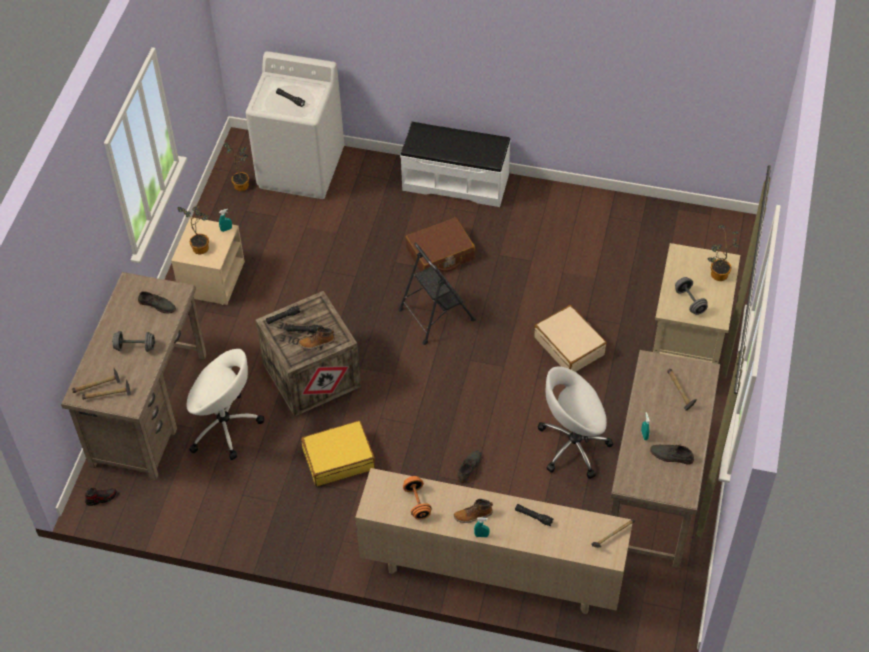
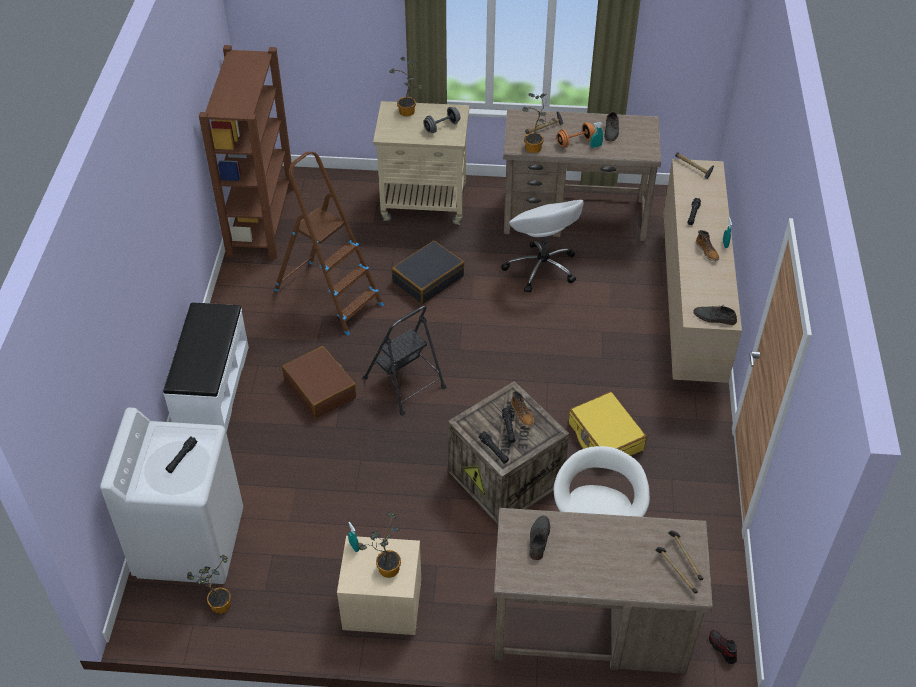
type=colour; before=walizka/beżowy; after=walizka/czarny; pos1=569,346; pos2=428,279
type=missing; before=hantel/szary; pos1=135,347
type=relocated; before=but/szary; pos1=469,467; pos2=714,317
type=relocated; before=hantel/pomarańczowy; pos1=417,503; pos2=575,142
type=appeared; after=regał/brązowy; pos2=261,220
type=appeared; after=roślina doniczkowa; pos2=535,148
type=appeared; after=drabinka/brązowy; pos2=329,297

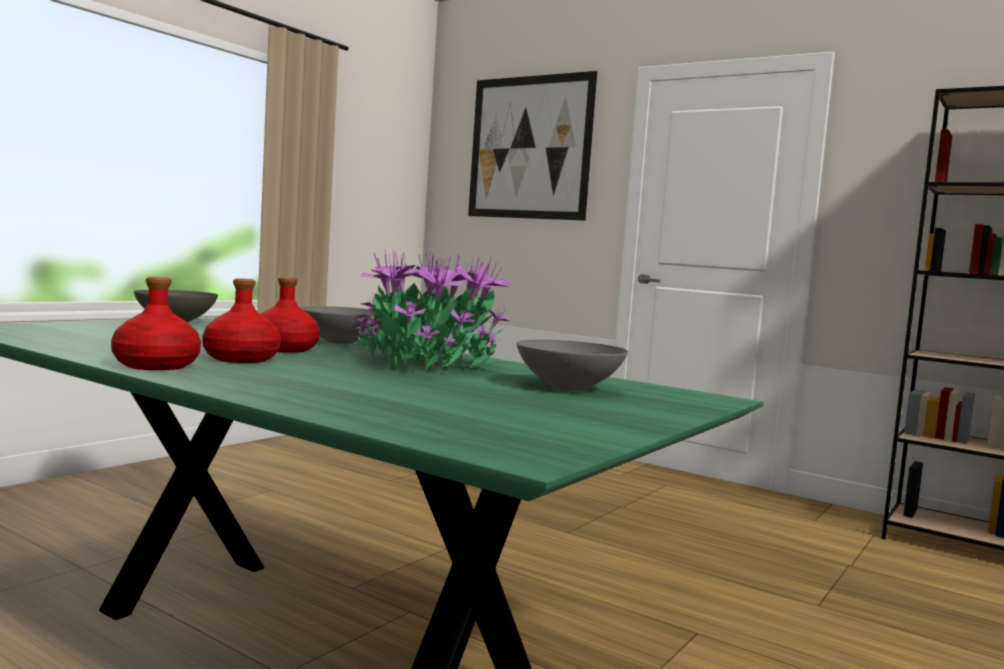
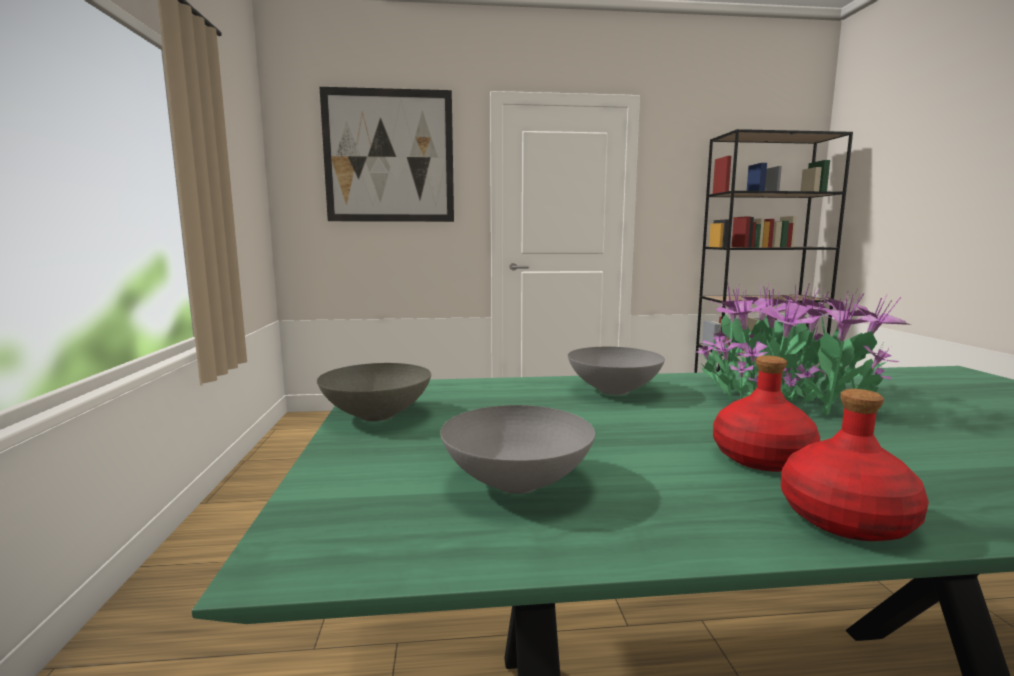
type=missing; before=butelka/czerwony; pos1=285,349
type=relocated; before=miska/szary; pos1=567,388; pos2=516,483

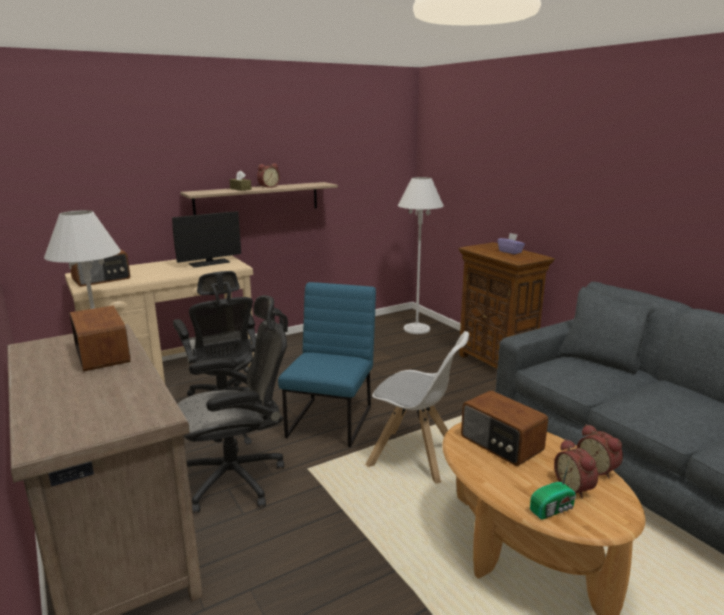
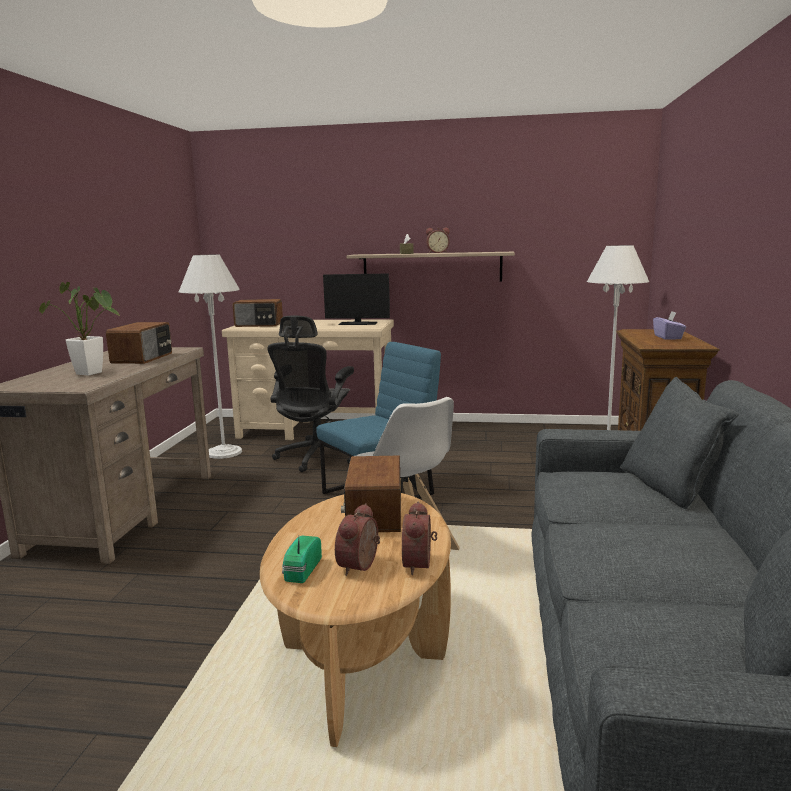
type=missing; before=krzesło biurowe; pos1=238,479
type=spun; before=radio; pos1=553,509; pos2=301,570; turn=90
type=appeared; after=roślina doniczkowa; pos2=93,374

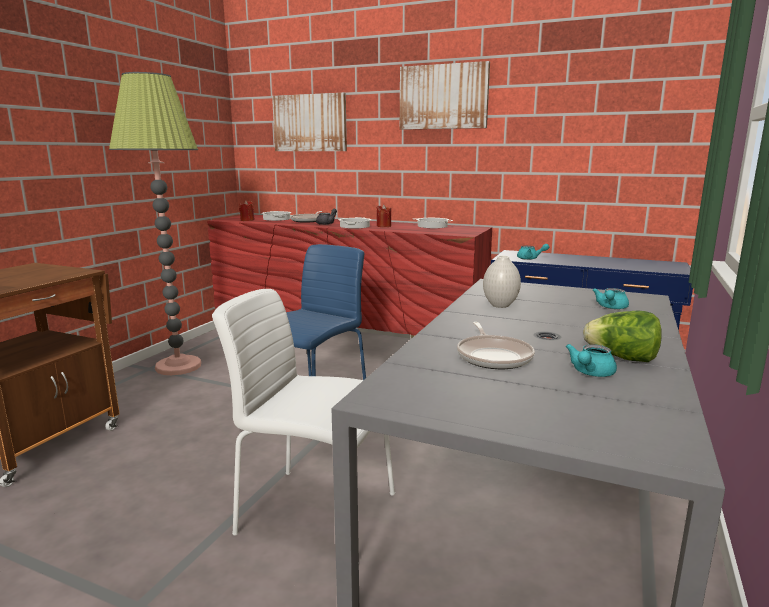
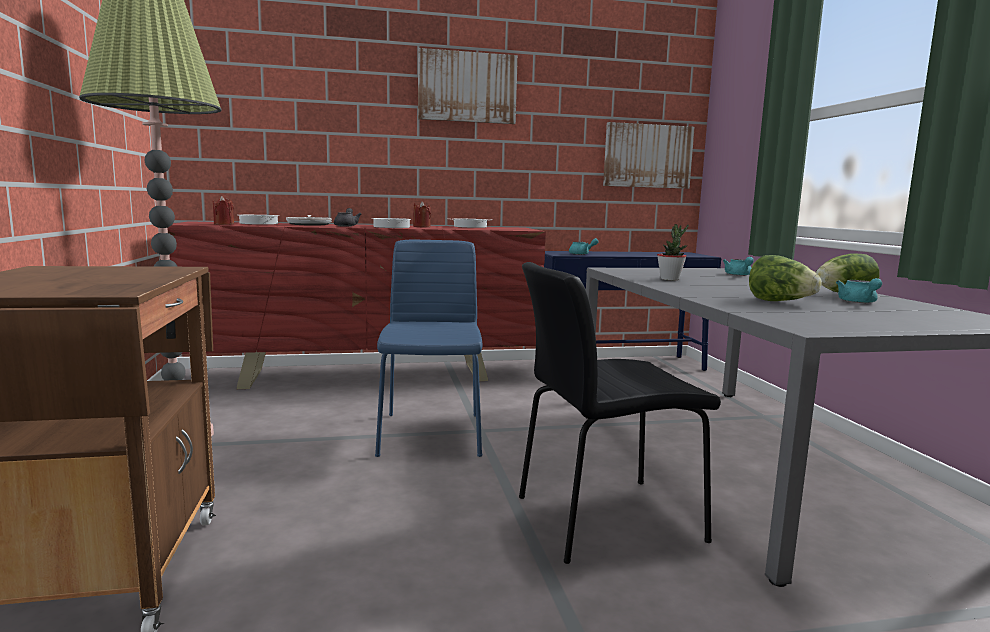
type=relocated; before=obraz; pos1=310,123; pos2=647,156
type=exchanged; before=wazon/biały; after=roślina doniczkowa; pos1=500,306; pos2=670,279
type=colour; before=krzesło/biały; after=krzesło/czarny; pos1=312,512; pos2=602,519
type=exchanged; before=patelnia; after=sałata; pos1=493,356; pos2=780,301

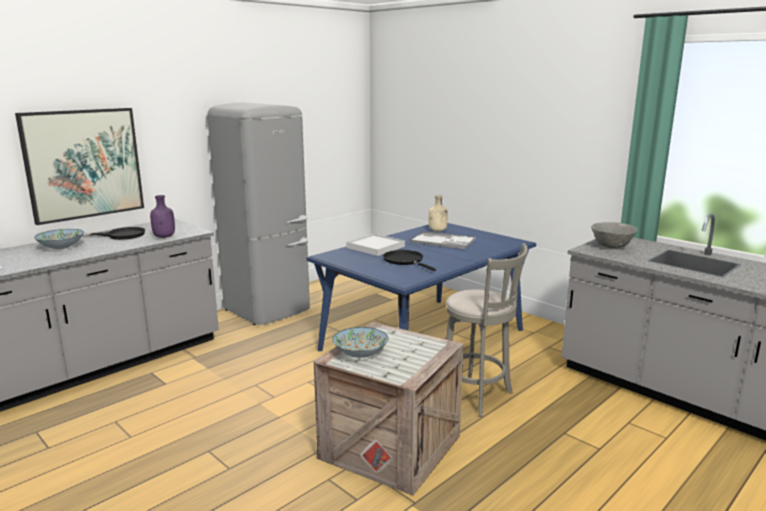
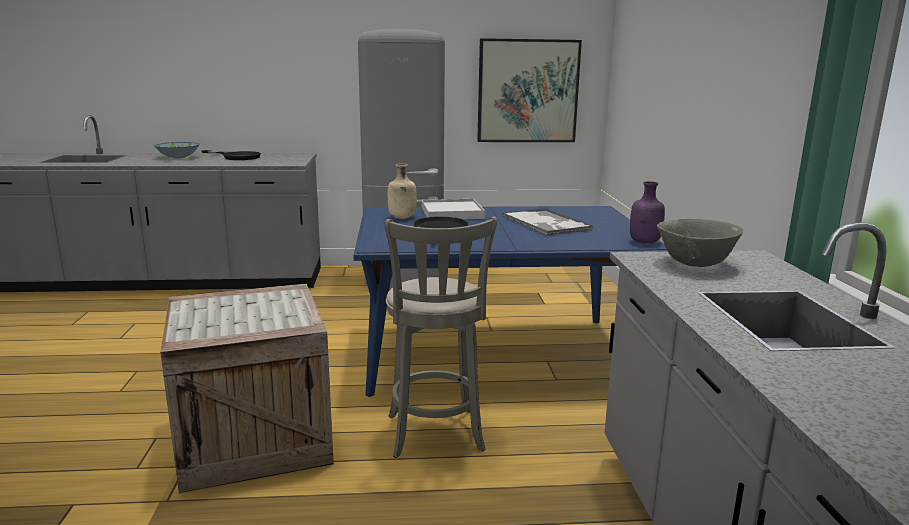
type=relocated; before=obraz; pos1=83,164; pos2=528,91
type=relocated; before=butelka/fioletowy; pos1=165,236; pos2=645,242
type=relocated; before=butelka/beżowy; pos1=438,231; pos2=402,218
type=missing; before=miska; pos1=360,354

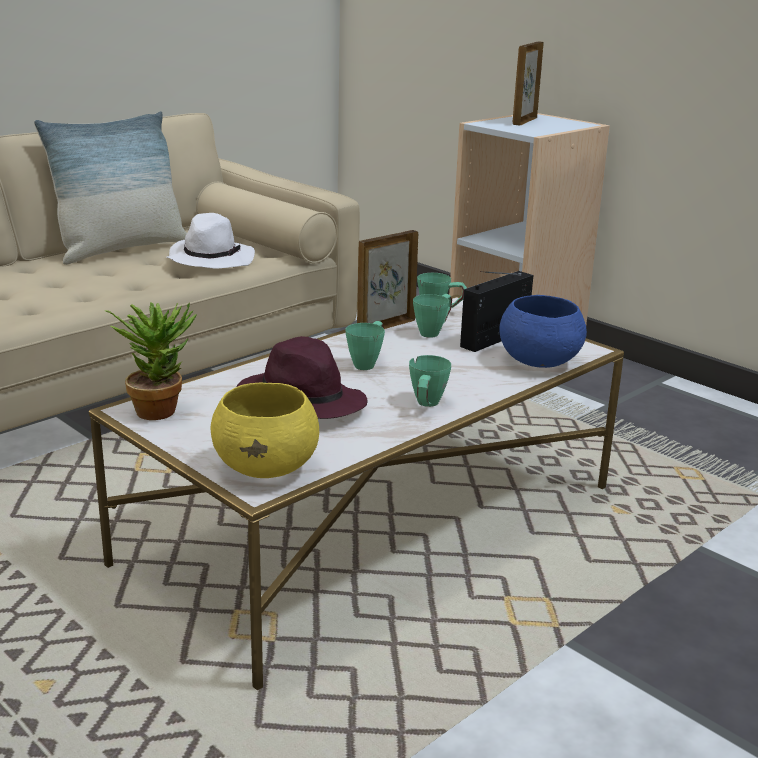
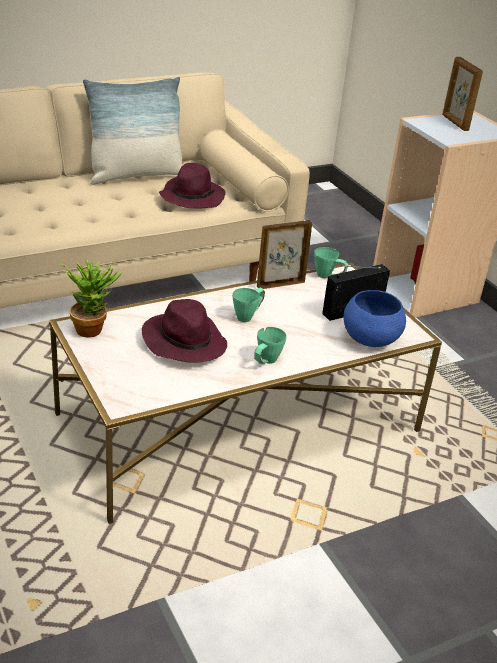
type=spun; before=ramka na zdjęcie; pos1=524,121; pos2=454,123; turn=-60
type=colour; before=kapelusz/biały; after=kapelusz/fioletowy; pos1=210,260; pos2=192,197
type=missing; before=kubek/zielony; pos1=434,331
type=missing; before=miska/żółty; pos1=267,468

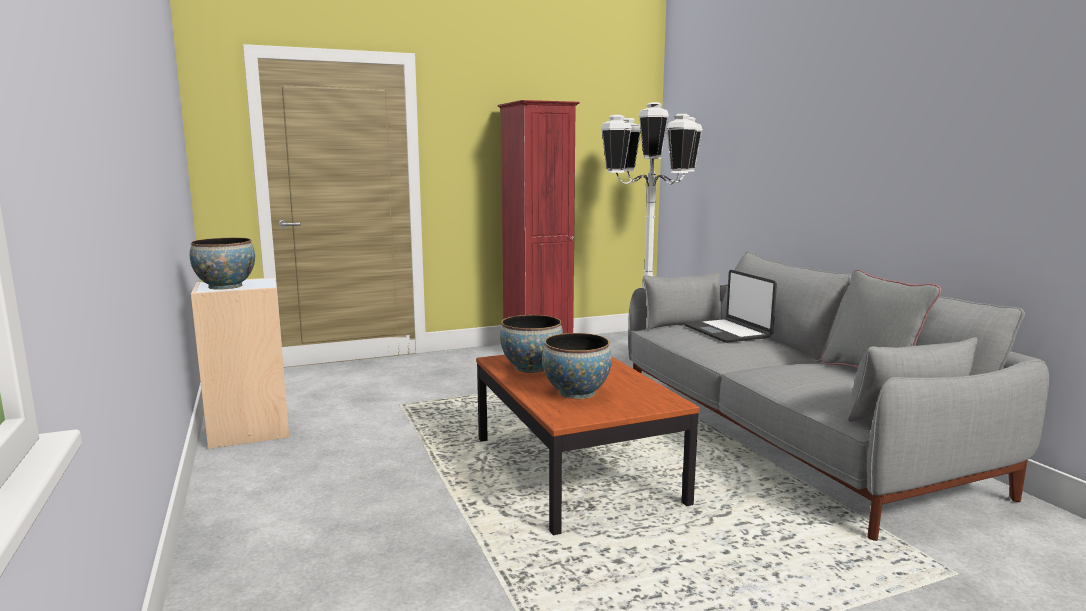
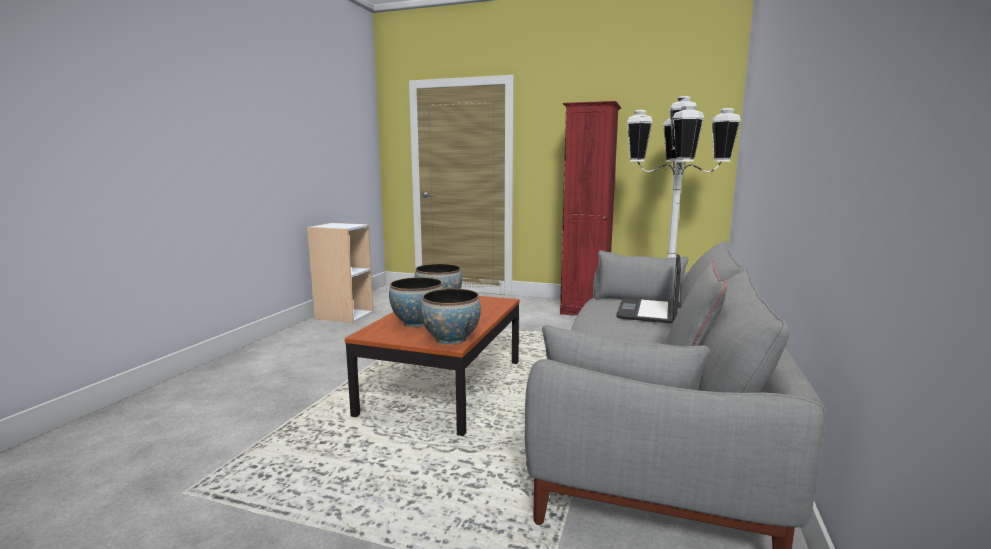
type=relocated; before=miska; pos1=225,286; pos2=451,339

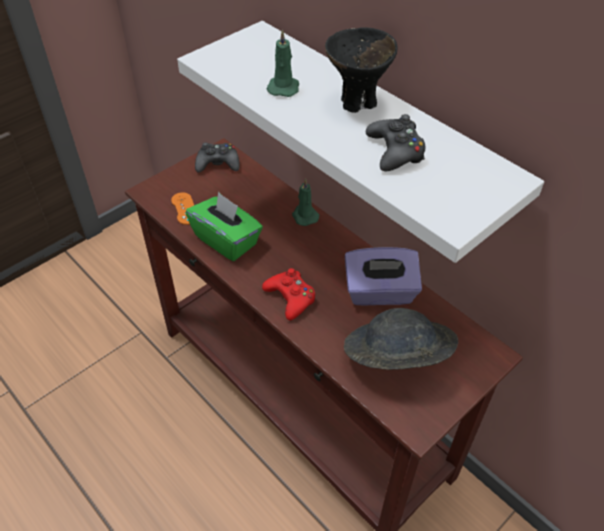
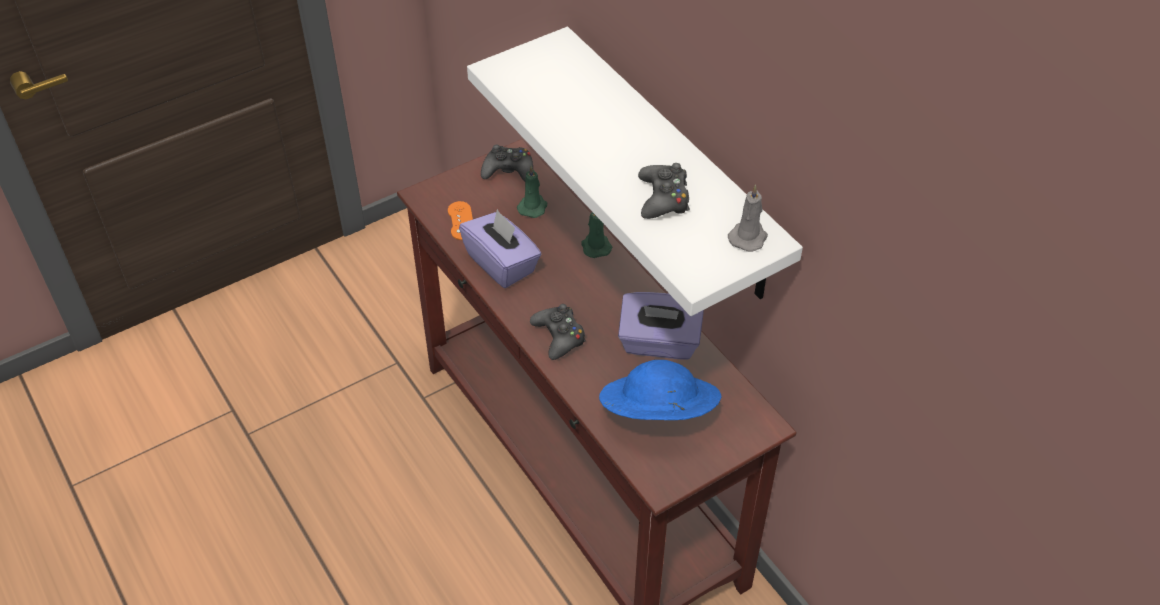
type=missing; before=miska/czarny; pos1=357,103
type=relocated; before=świeca/zielony; pos1=283,87; pos2=533,206
type=colour; before=pudełko chusteczek/zielony; after=pudełko chusteczek/fioletowy; pos1=227,240; pos2=502,263
type=colour; before=pad do gier/czerwony; after=pad do gier/czarny; pos1=291,298; pos2=559,336
type=colour; before=kapelusz/szary; after=kapelusz/niebieski; pos1=396,358; pos2=657,414
type=appeared; after=świeca/szary; pos2=748,237

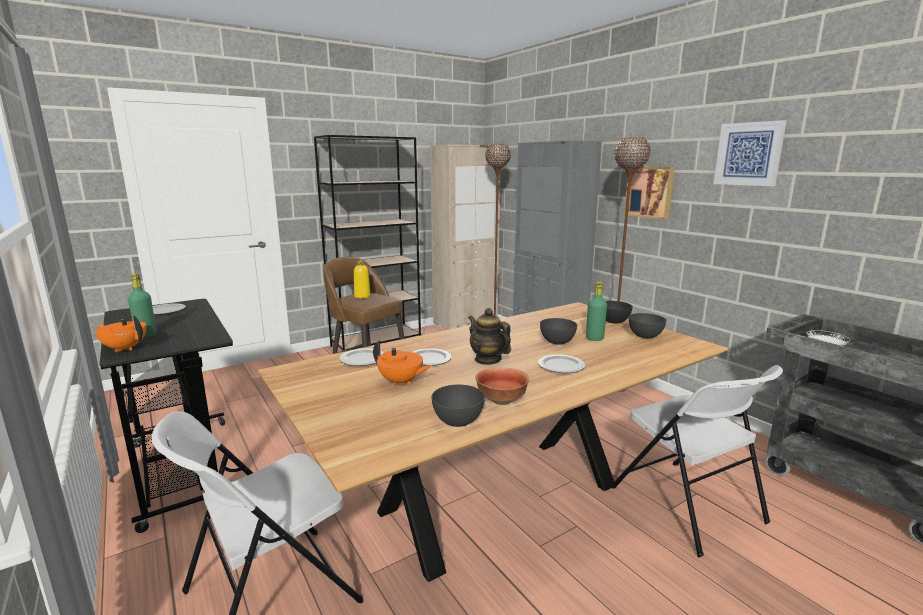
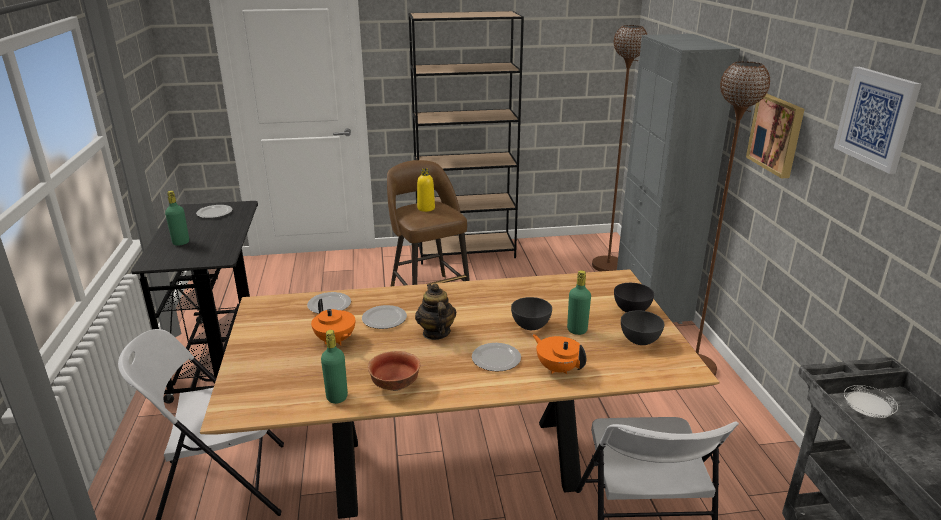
type=missing; before=szafka/beżowy; pos1=466,325
type=relocated; before=imbryk/pomarańczowy; pos1=125,348; pos2=558,368
type=exchanged; before=miska/szary; after=butelka/zielony; pos1=458,421; pos2=337,397

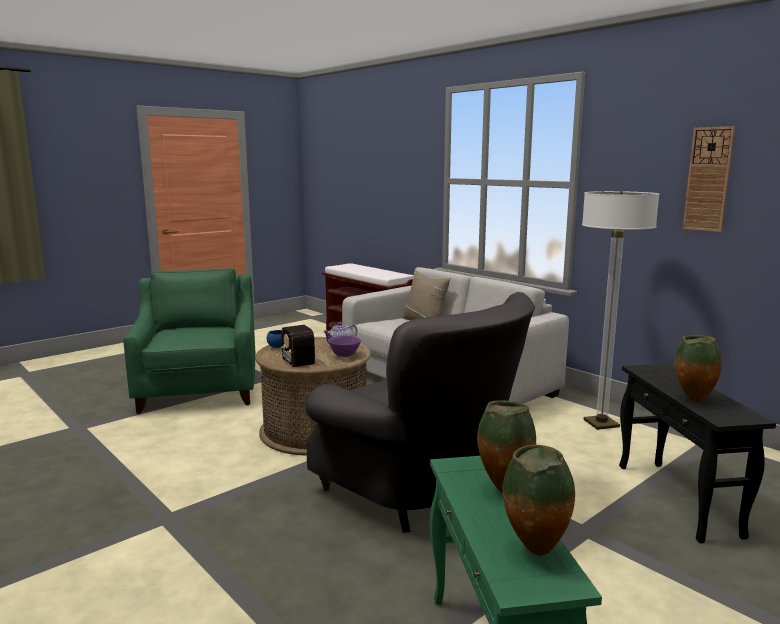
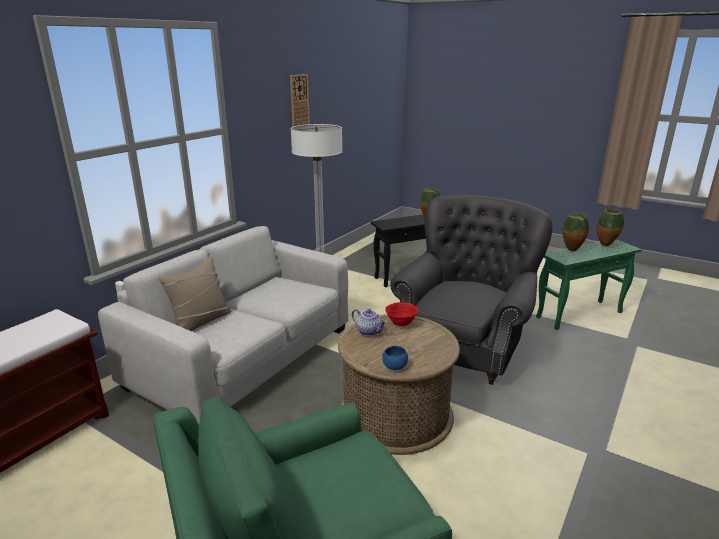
type=missing; before=radio; pos1=296,357
type=colour; before=miska/fioletowy; after=miska/czerwony; pos1=345,355; pos2=400,323

